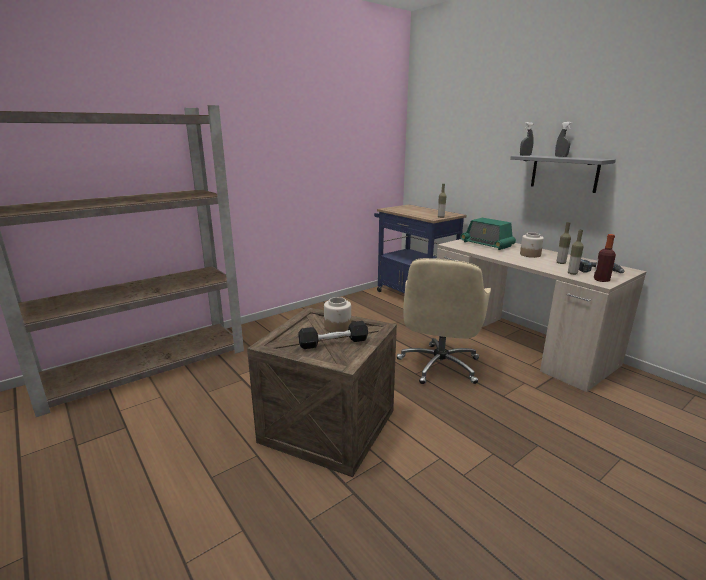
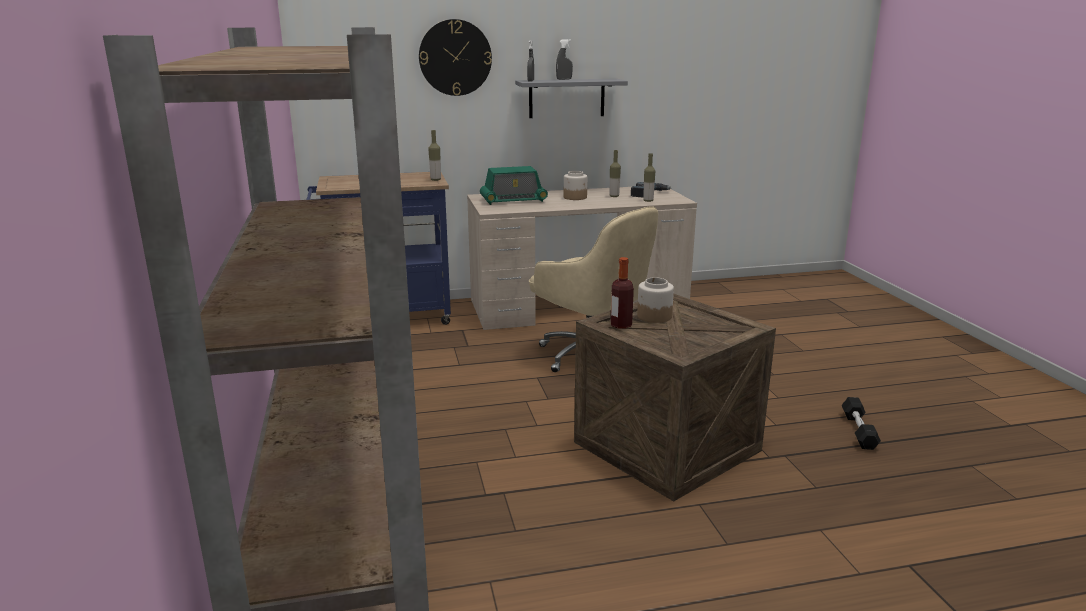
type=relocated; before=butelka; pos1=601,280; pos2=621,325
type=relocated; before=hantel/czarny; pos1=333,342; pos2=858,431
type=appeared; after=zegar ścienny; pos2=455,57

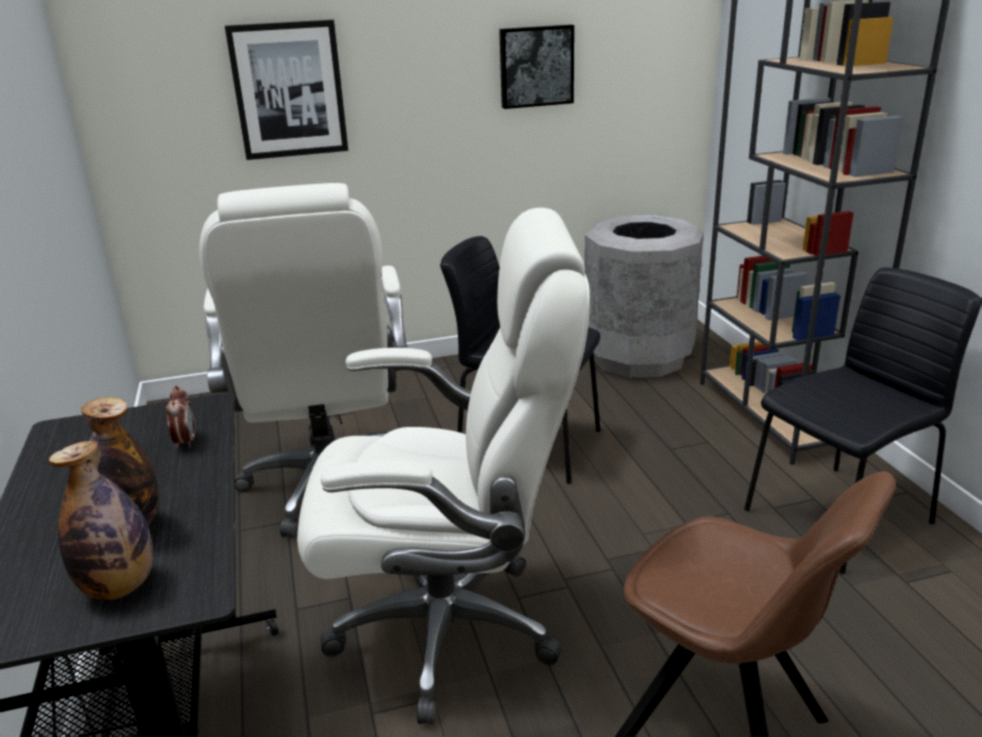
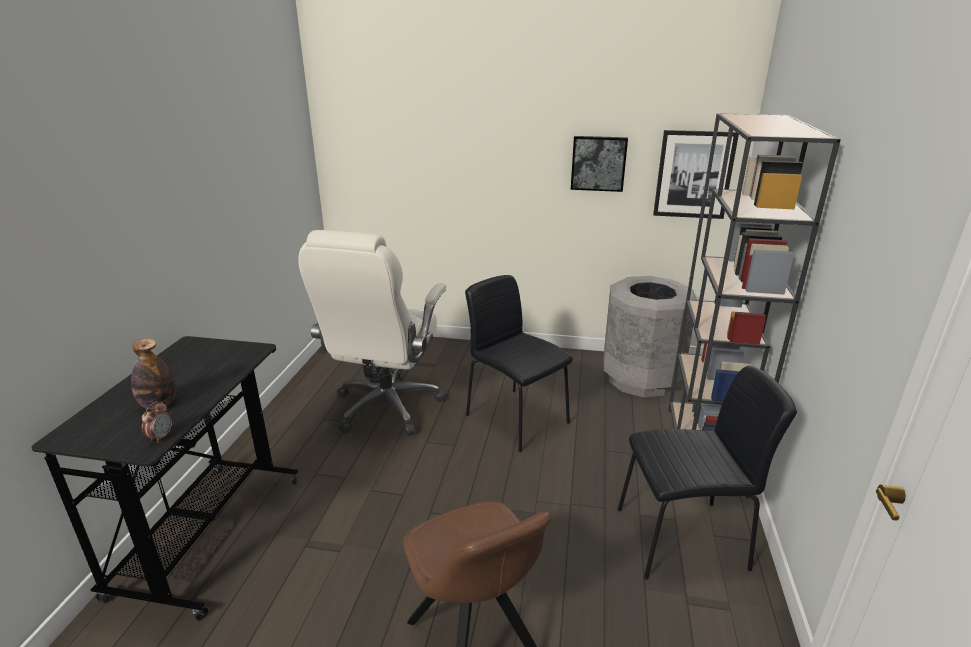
type=relocated; before=obraz; pos1=289,90; pos2=694,174
type=missing; before=krzesło biurowe/biały; pos1=450,629
type=relocated; before=budzik; pos1=185,441; pos2=161,437
type=missing; before=butelka; pos1=119,586

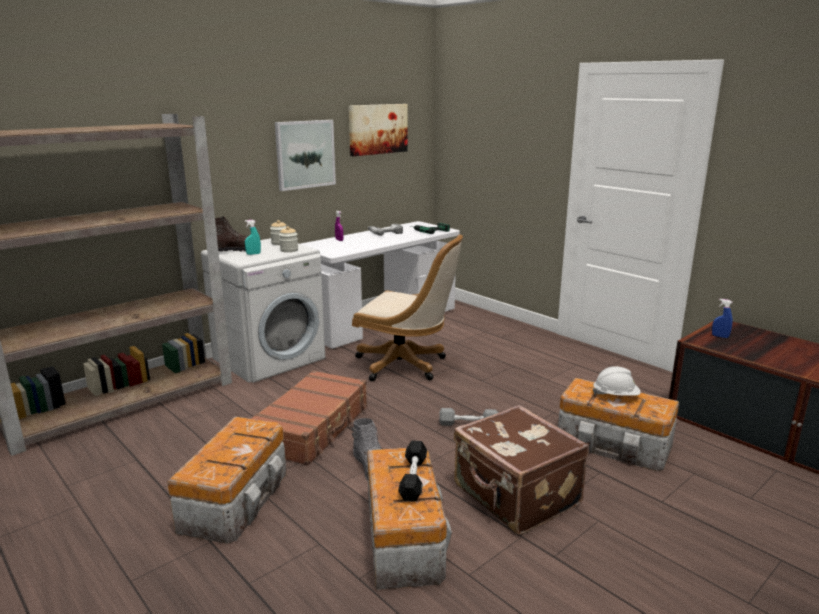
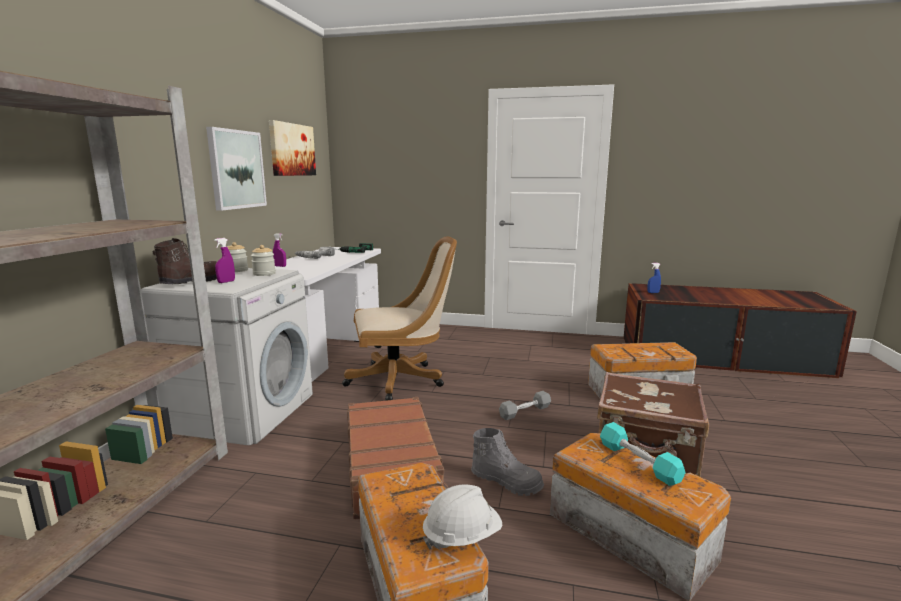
type=colour; before=spryskiwacz/turkusowy; after=spryskiwacz/fioletowy; pos1=253,254; pos2=226,282
type=relocated; before=kask/biały; pos1=615,396; pos2=462,536
type=colour; before=hantel/czarny; after=hantel/turkusowy; pos1=413,478; pos2=638,462

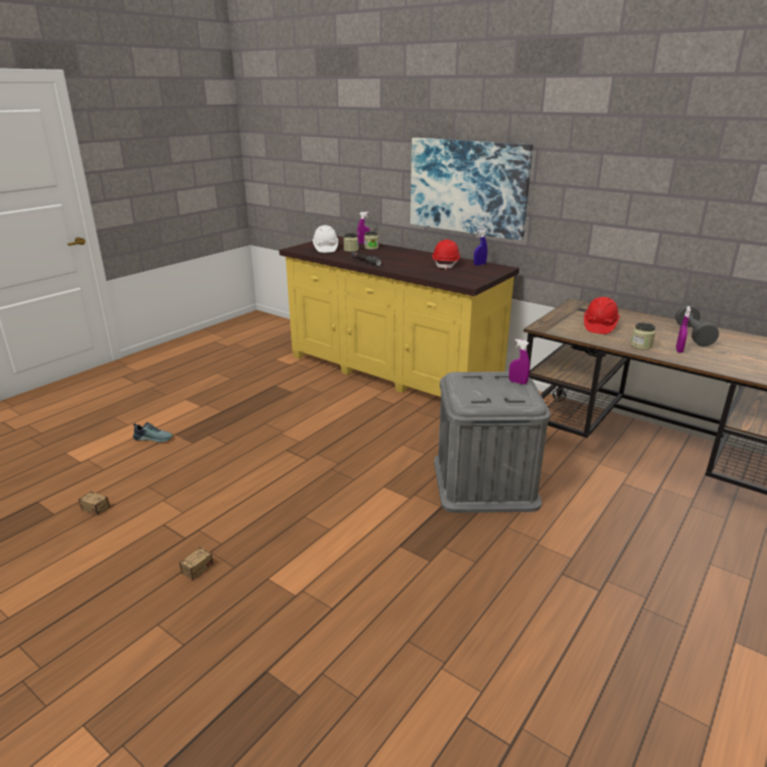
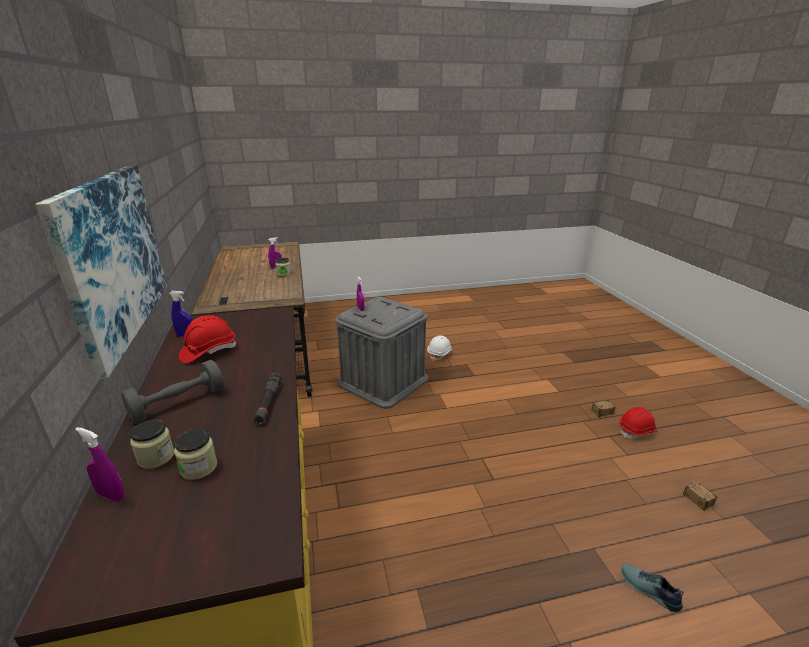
type=relocated; before=kask/biały; pos1=325,248; pos2=440,354
type=relocated; before=kask/czerwony; pos1=599,326; pos2=637,431
type=relocated; before=hantel/szary; pos1=693,335; pos2=178,404

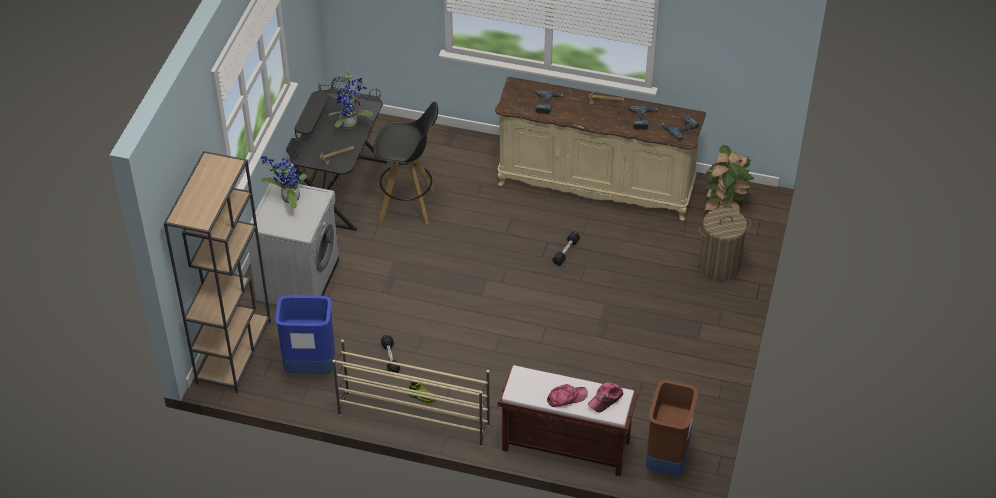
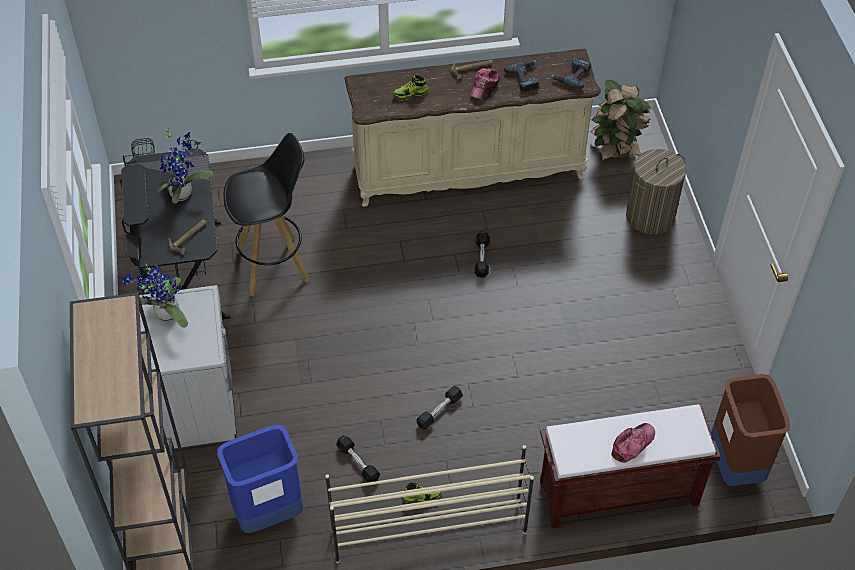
type=exchanged; before=wiertarka; after=but; pos1=547,104; pos2=410,94
type=relocated; before=czapka z daszkiem; pos1=605,399; pos2=484,87
type=appeared; after=hantel/czarny; pos2=439,411

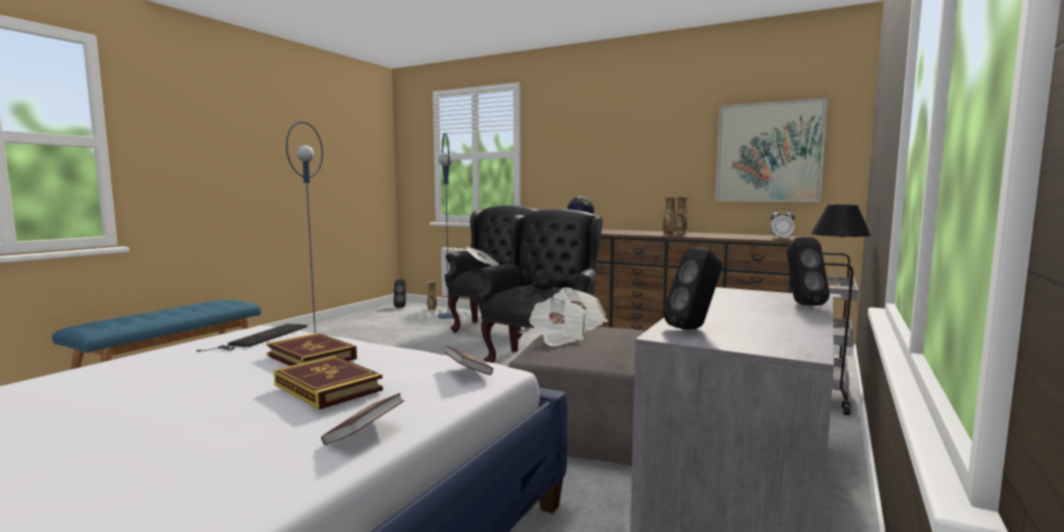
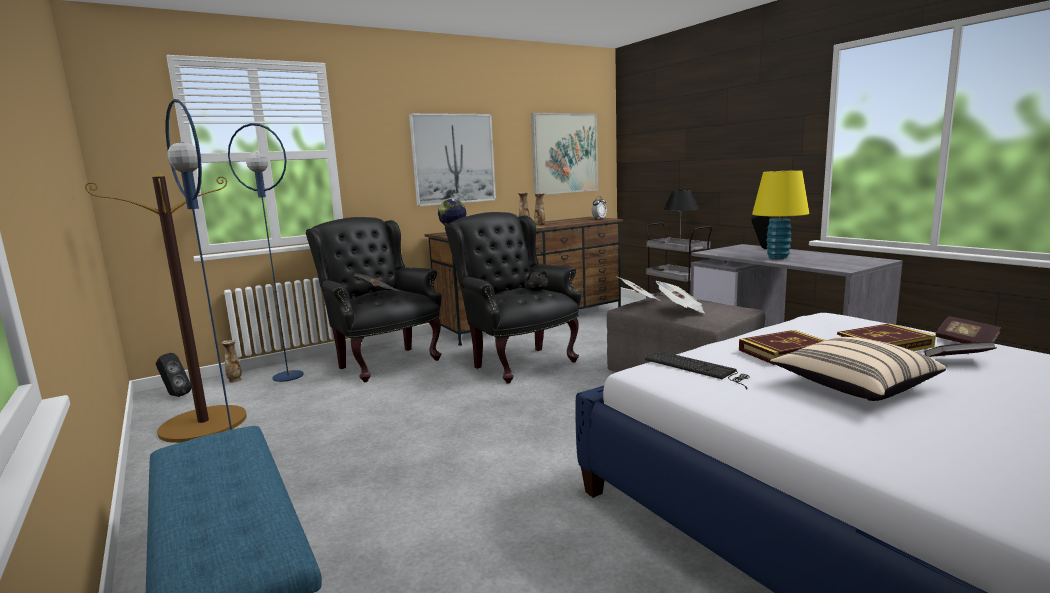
type=missing; before=głośnik/czarny; pos1=694,328
type=relocated; before=książka; pos1=468,372; pos2=957,360
type=appeared; after=obraz; pos2=453,159
type=appeared; after=lampa stołowa/żółty; pos2=777,257
type=appeared; after=wieszak/brązowy; pos2=203,424
type=appeared; after=poduszka/beżowy; pos2=853,387

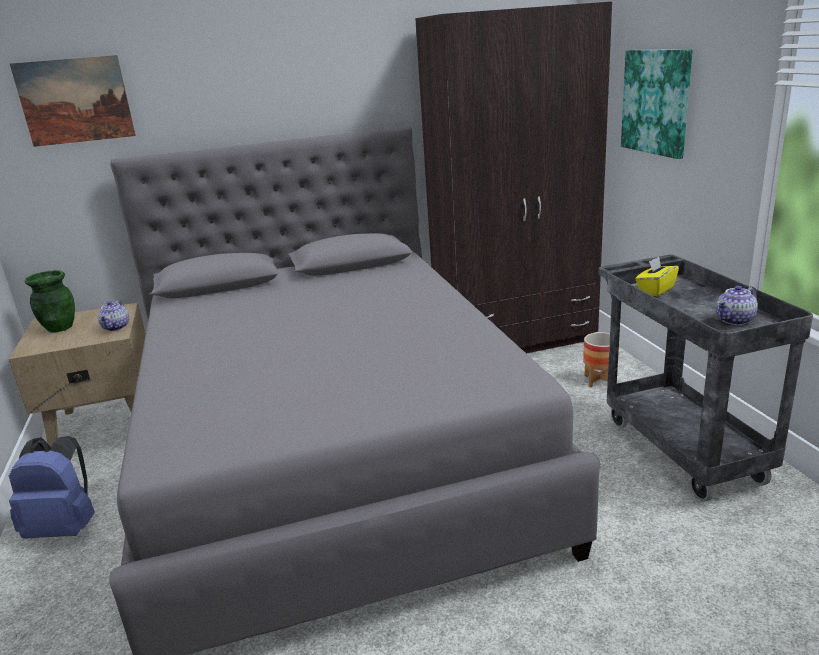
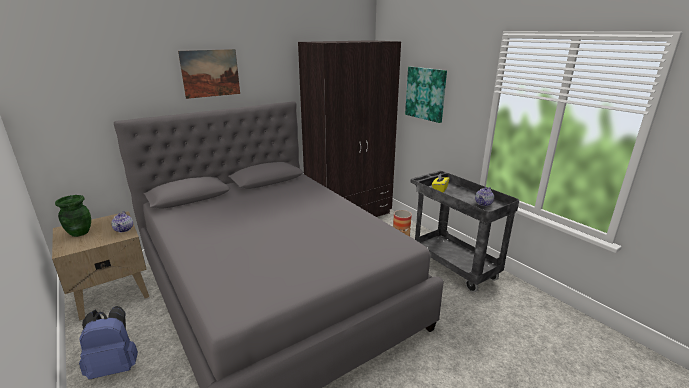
type=relocated; before=obraz; pos1=75,101; pos2=210,73

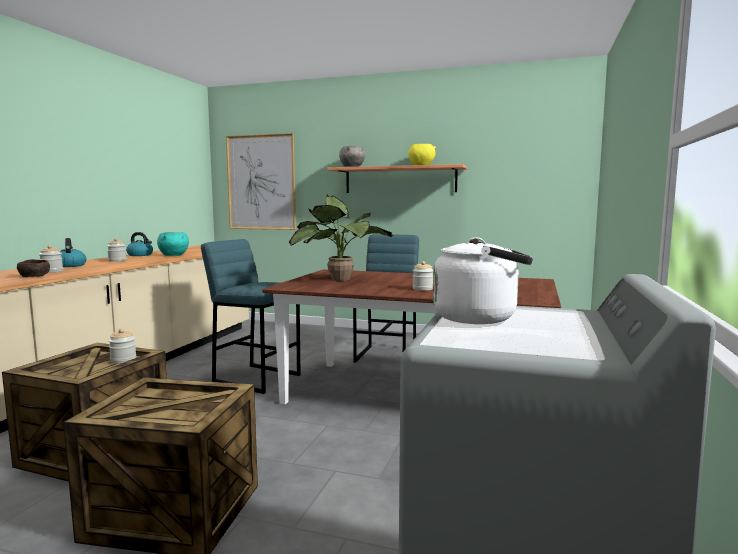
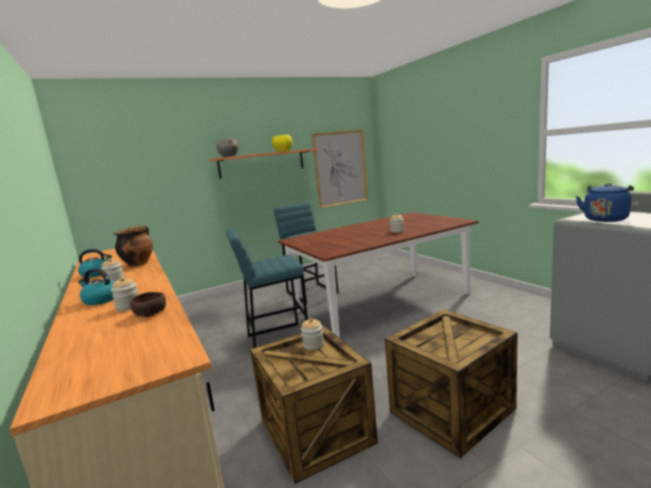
type=relocated; before=obraz; pos1=261,182; pos2=340,168
type=missing; before=roślina doniczkowa; pos1=339,280
type=exchanged; before=miska/turkusowy; after=garnek; pos1=174,255; pos2=138,264
type=colour; before=czajnik/biały; after=czajnik/niebieski; pos1=480,318; pos2=605,219

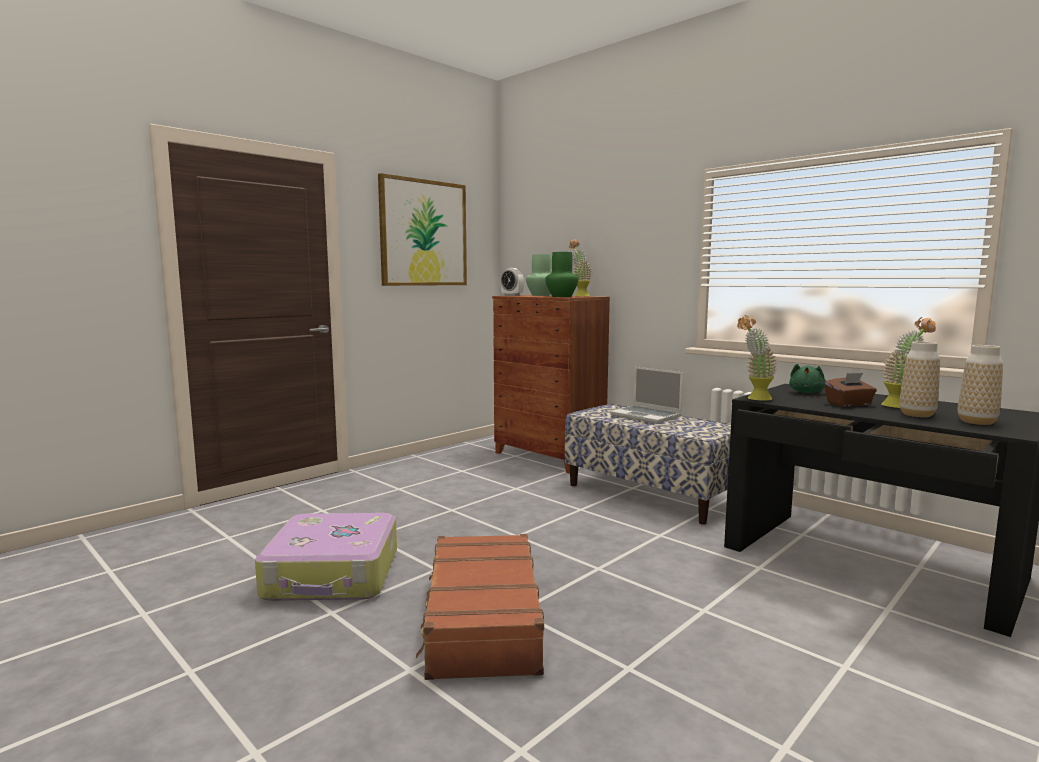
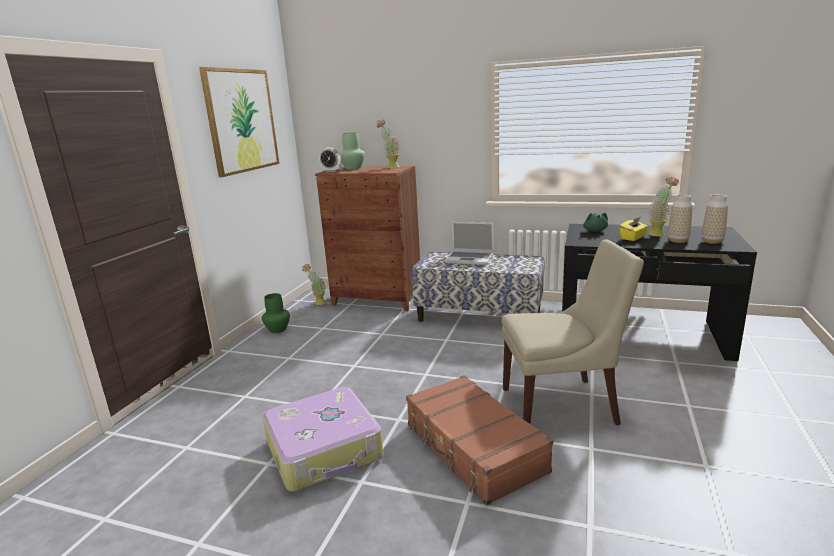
type=relocated; before=wazon/zielony; pos1=561,296; pos2=277,329
type=relocated; before=roślina doniczkowa; pos1=754,398; pos2=317,303
type=colour; before=pudełko chusteczek/brązowy; after=pudełko chusteczek/żółty; pos1=849,404; pos2=633,238
type=appeared; after=krzesło/beżowy; pos2=562,405

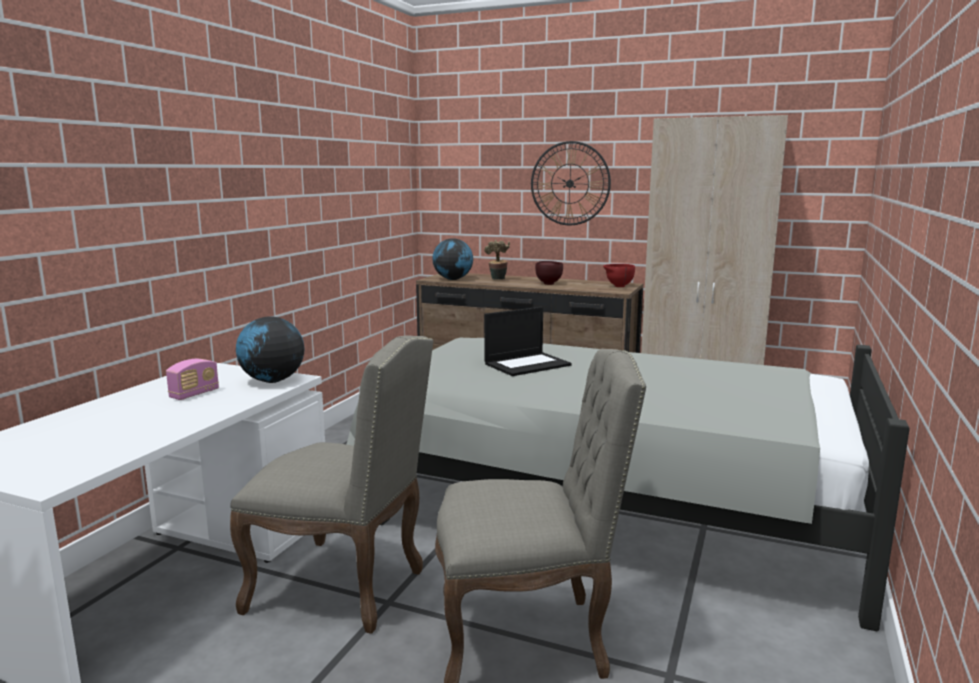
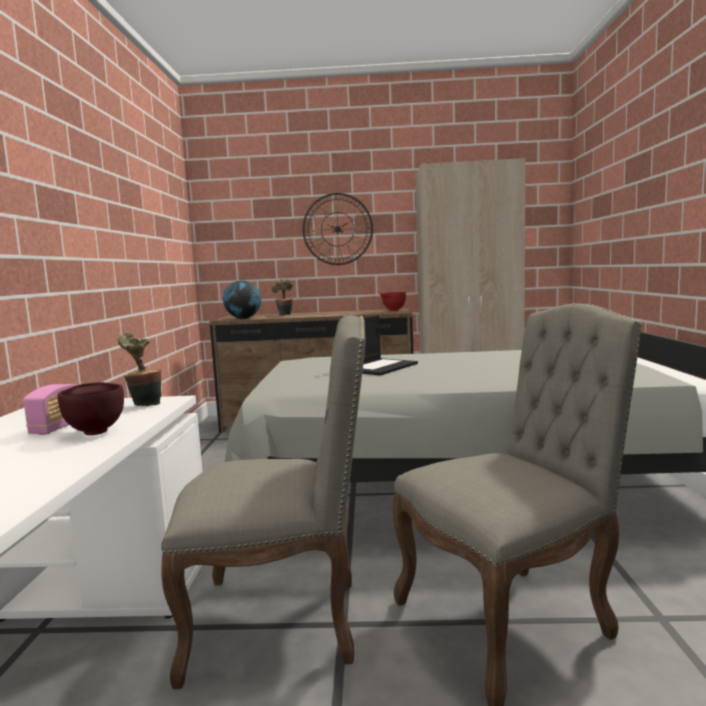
type=relocated; before=miska/brązowy; pos1=548,283; pos2=95,431
type=exchanged; before=globus; after=roślina doniczkowa; pos1=272,381; pos2=144,405

